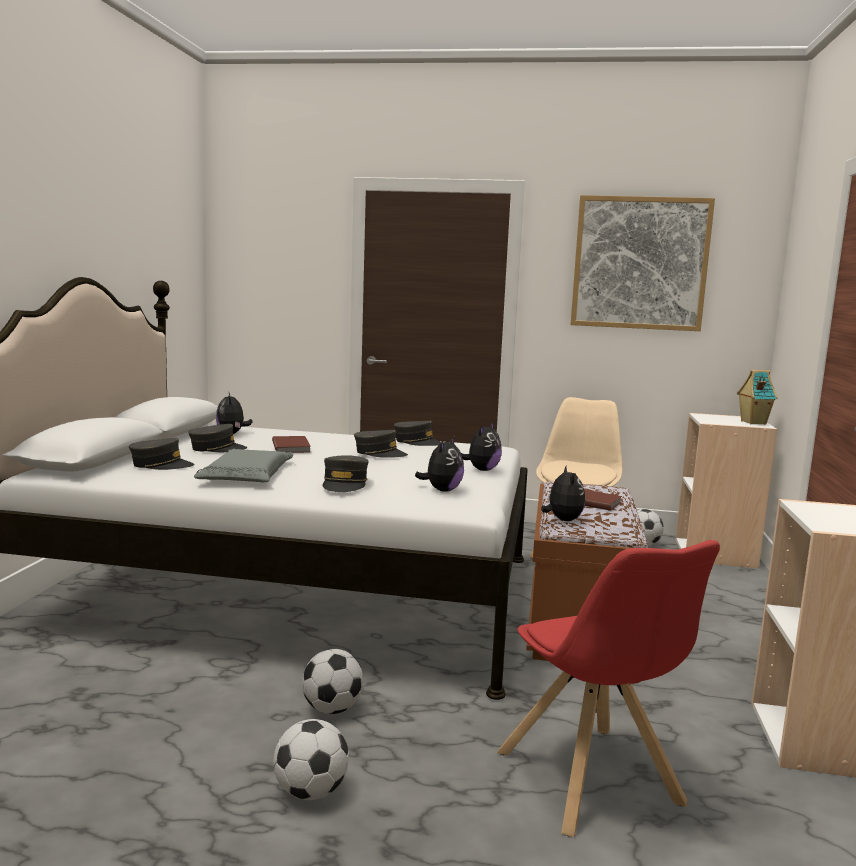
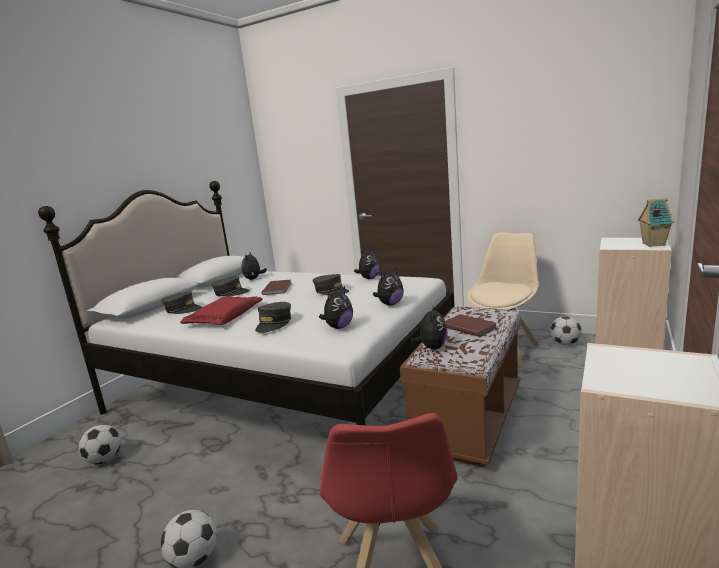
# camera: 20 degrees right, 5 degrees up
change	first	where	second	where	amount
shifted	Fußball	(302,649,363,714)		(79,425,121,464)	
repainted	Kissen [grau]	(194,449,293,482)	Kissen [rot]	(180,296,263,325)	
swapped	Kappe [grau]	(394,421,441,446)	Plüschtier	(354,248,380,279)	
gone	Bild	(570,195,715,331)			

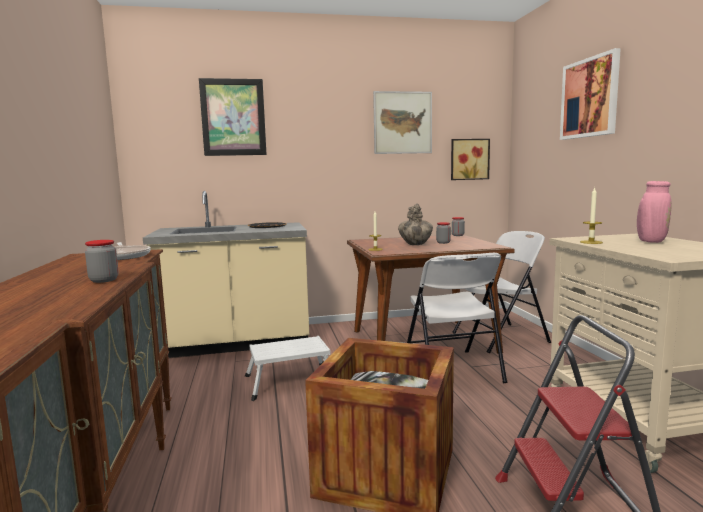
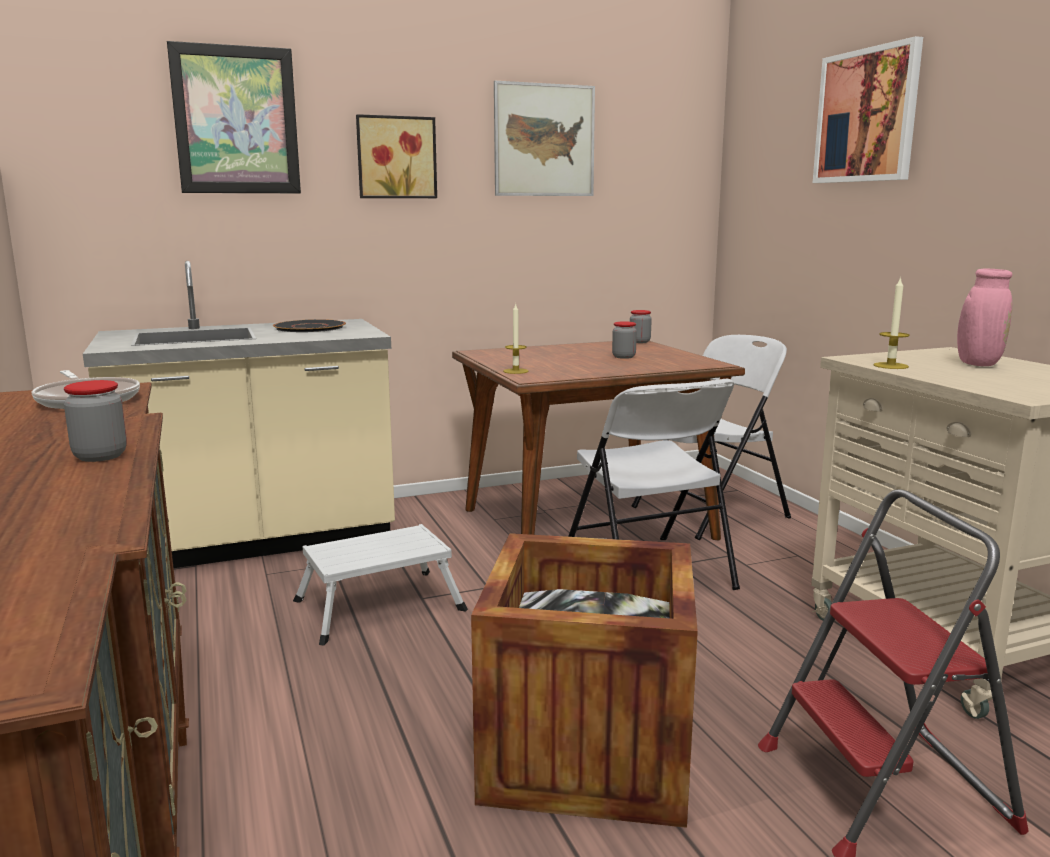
# camera: 10 degrees left, 5 degrees up
change	first	where	second	where	amount
shifted	Bild	(451,139,490,180)		(356,114,437,198)	
gone	Vase	(398,203,433,245)			

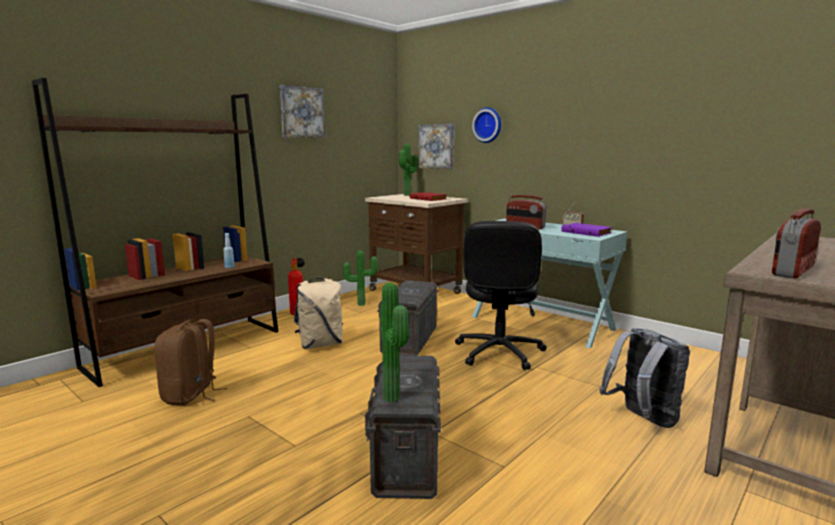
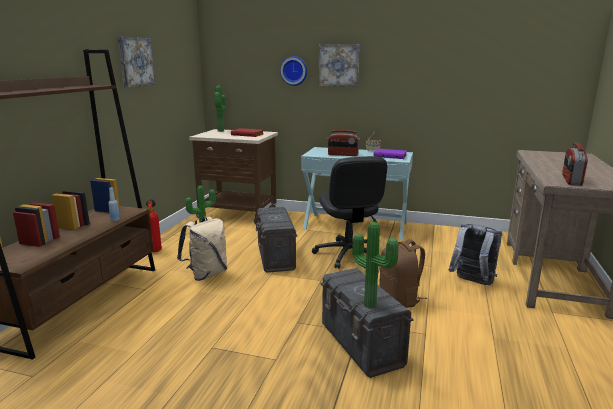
# camera: 25 degrees left, 5 degrees up
change	first	where	second	where	amount
shifted	Bild	(418,124,454,169)		(319,44,359,87)	
shifted	Rucksack [braun]	(154,319,227,406)		(379,239,427,308)	

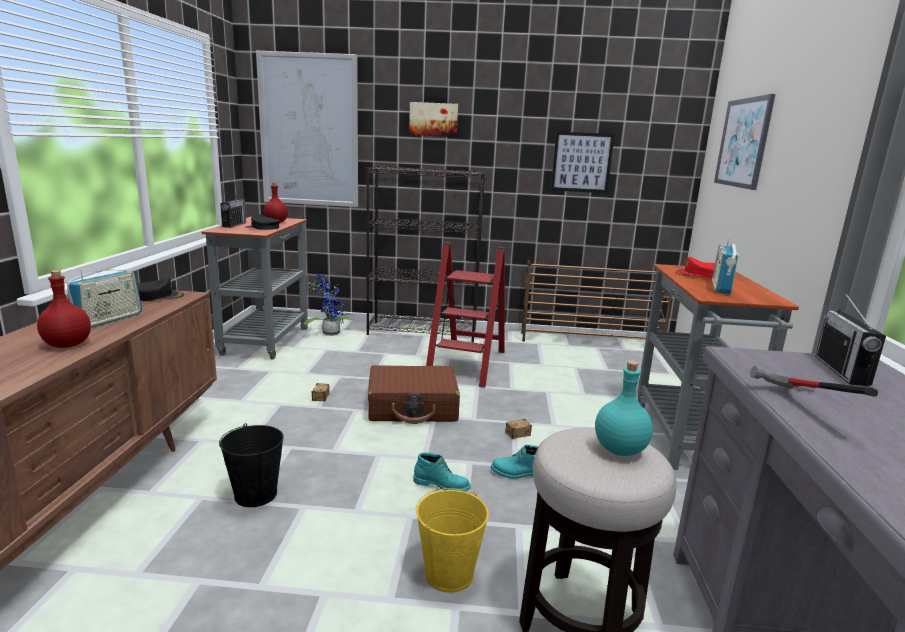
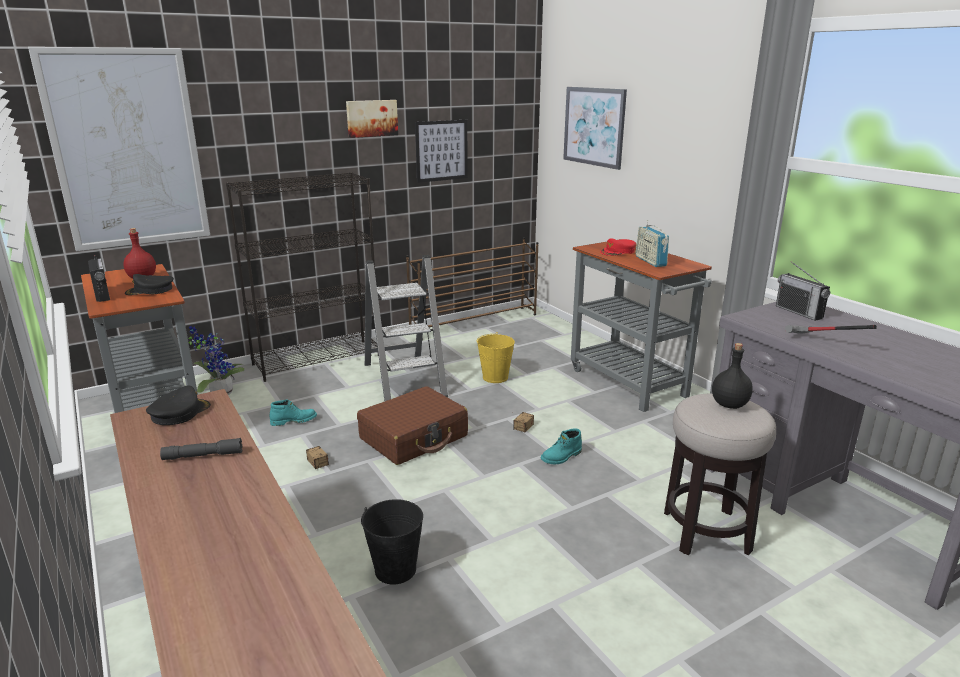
# camera: 35 degrees left, 5 degrees up
change	first	where	second	where	amount
swapped	Radio	(67,270,142,328)	Taschenlampe [grau]	(160,438,242,460)	
shifted	Stiefel [türkis]	(413,452,471,492)		(270,400,317,426)	
shifted	Bild	(409,102,458,137)		(346,100,398,138)	
repainted	Trittleiter [rot]	(426,241,505,388)	Trittleiter [grau]	(364,255,448,402)	
shifted	Eimer [gelb]	(416,488,489,593)		(477,332,515,383)	
repainted	Flasche [türkis]	(595,361,653,456)	Flasche [schwarz]	(712,343,753,409)	
gone	Flasche [rot]	(37,270,91,348)			

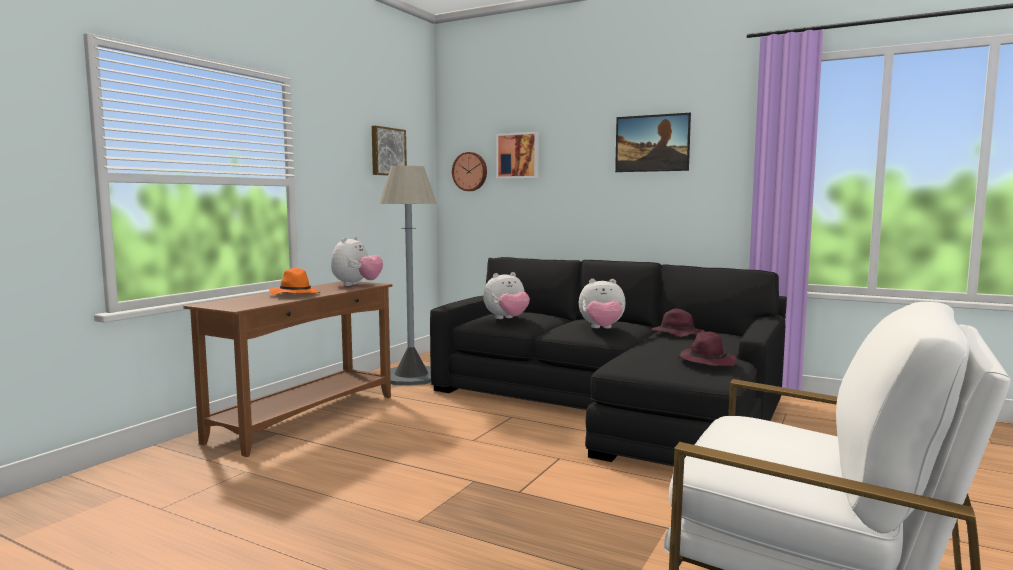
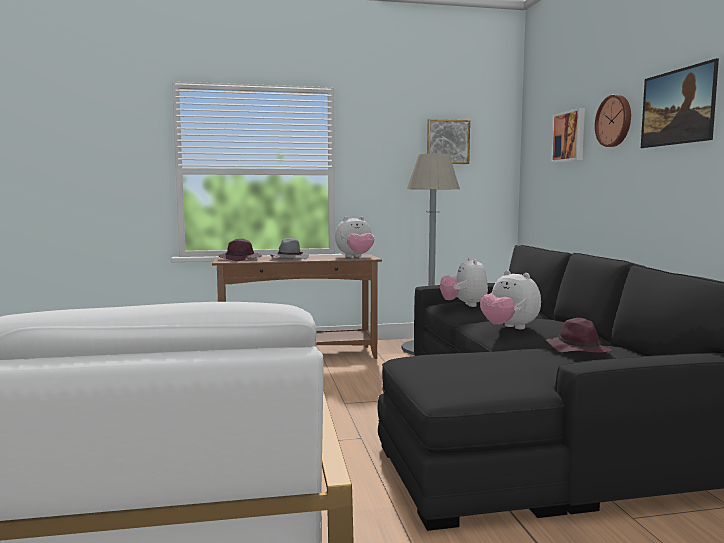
# camera: 50 degrees right, 0 degrees up
change	first	where	second	where	amount
shifted	Hut [lila]	(679,332,737,366)		(218,239,262,261)	
repainted	Hut [orange]	(269,268,320,295)	Hut [grau]	(270,238,309,259)	
rotated	Plüschtier	(483,272,530,319)		(440,258,488,307)	60 degrees clockwise
shifted	Wanduhr	(452,152,487,191)		(595,95,631,147)	

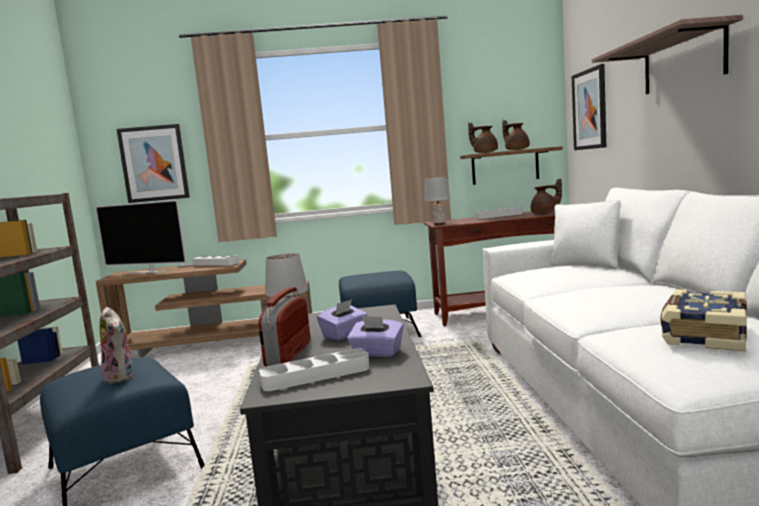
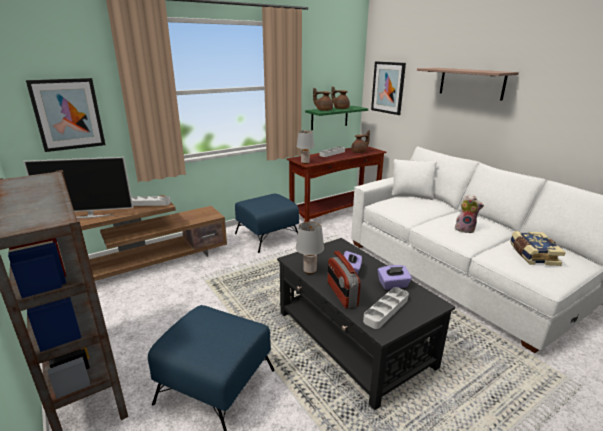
# camera: 30 degrees left, 15 degrees up
change	first	where	second	where	amount
repainted	Wandregal [braun]	(460,146,563,185)	Wandregal [grün]	(305,106,368,130)	
shifted	Plüschtier	(100,307,133,384)		(455,195,484,233)	

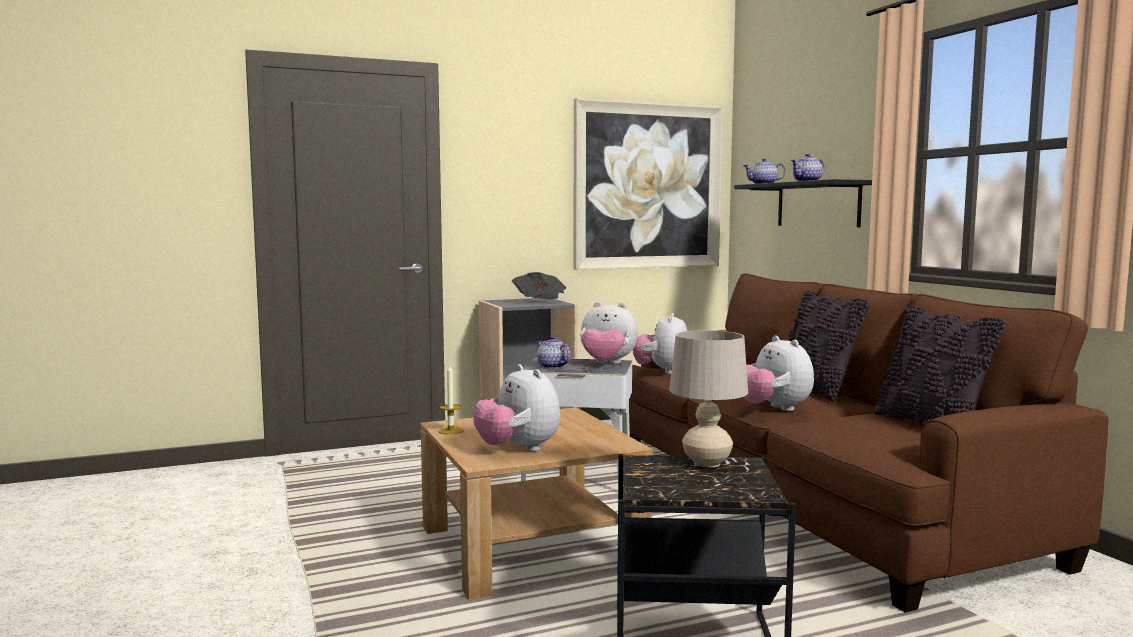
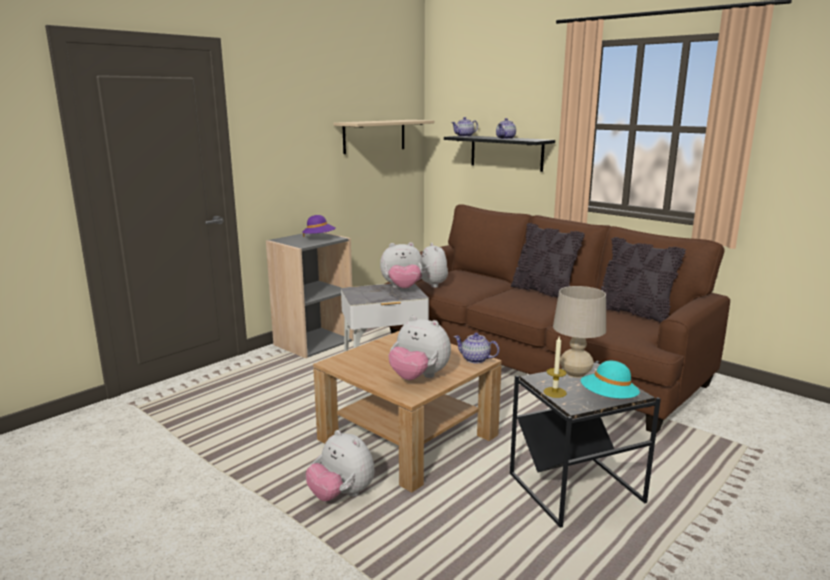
# camera: 25 degrees left, 10 degrees up
change	first	where	second	where	amount
swapped	Zeitung	(512,272,566,300)	Hut [lila]	(302,215,336,237)	
shifted	Plüschtier	(744,336,814,411)		(306,430,375,501)	
swapped	Bild	(574,98,723,270)	Wandregal [beige]	(334,120,434,154)	
shifted	Teekanne	(536,336,571,369)		(454,333,499,363)	
shifted	Kerze	(438,365,464,435)		(544,337,567,398)	
new			Hut [türkis]	(581,361,640,398)	

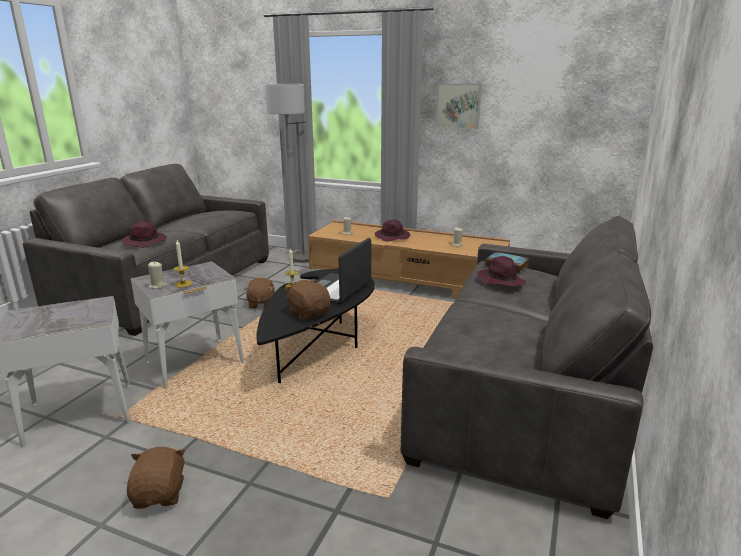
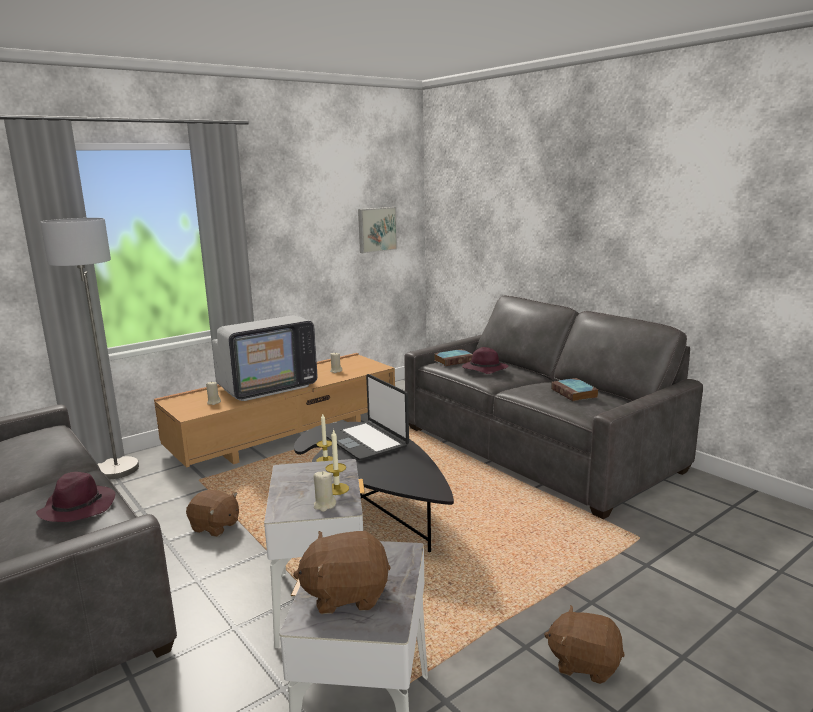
# camera: 60 degrees left, 5 degrees down
change	first	where	second	where	amount
swapped	Hut [lila]	(375,220,410,242)	Fernseher	(212,315,317,401)	
shifted	Plüschtier [braun]	(284,280,331,321)		(293,531,391,614)	
shifted	Bild	(436,83,482,129)		(358,207,397,253)	
new			Buch	(551,378,599,401)	

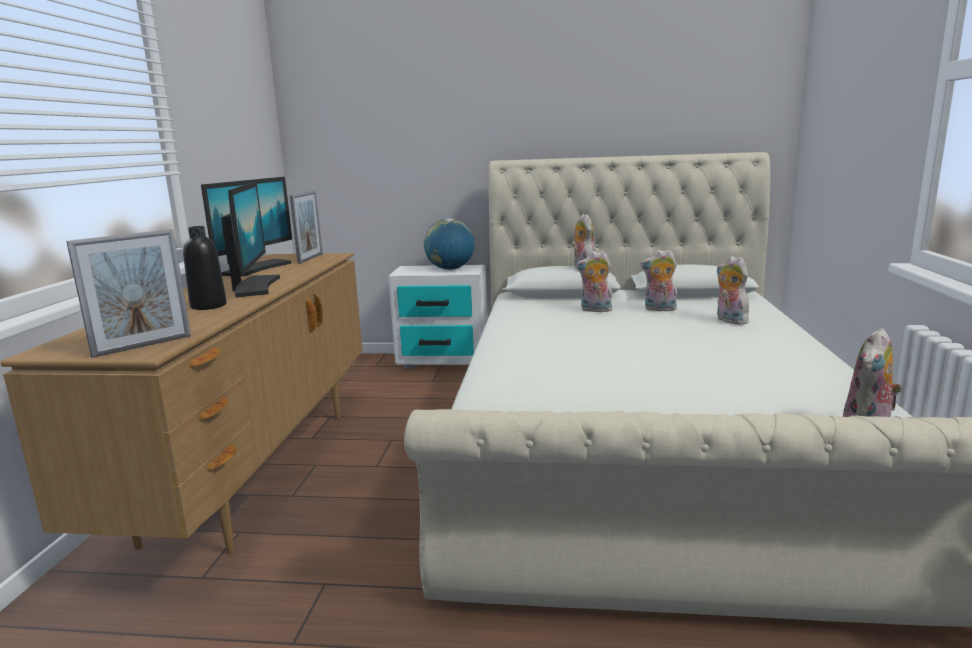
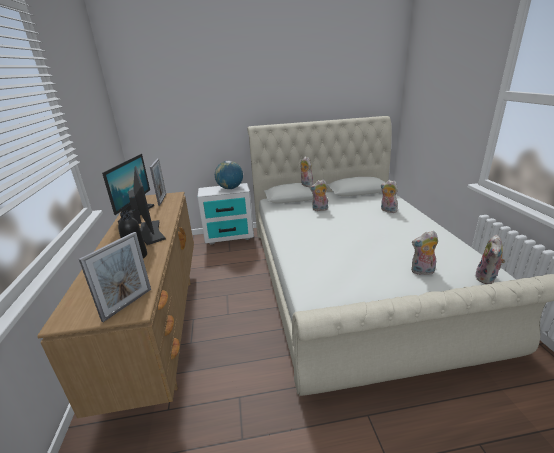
# camera: 15 degrees left, 10 degrees up
change	first	where	second	where	amount
shifted	Plüschtier	(641,249,677,311)		(411,231,438,275)	

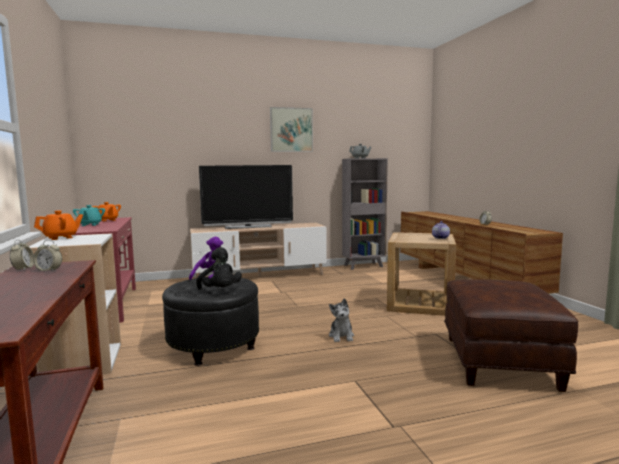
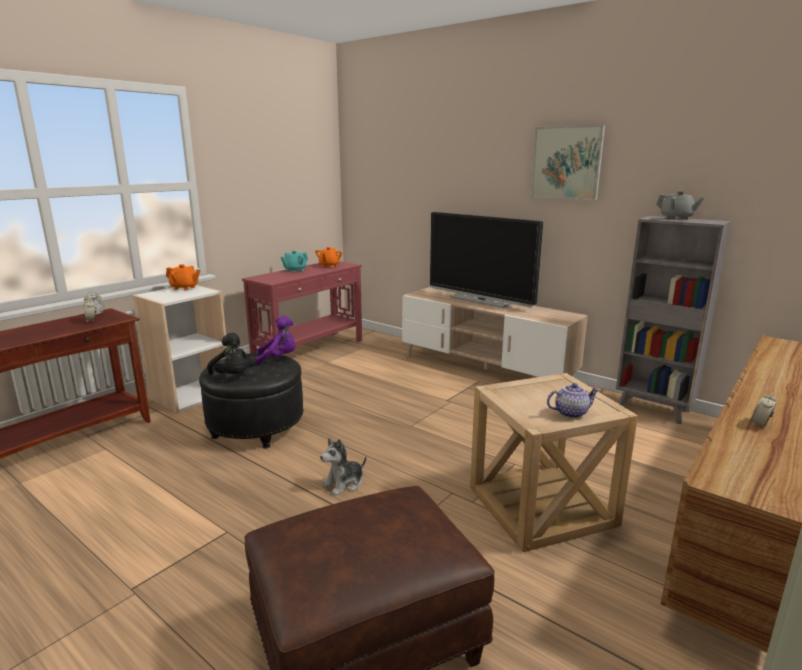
# camera: 55 degrees right, 10 degrees up
change	first	where	second	where	amount
rotated	Plüschtier [schwarz]	(196,247,242,290)		(207,333,256,375)	60 degrees counterclockwise

